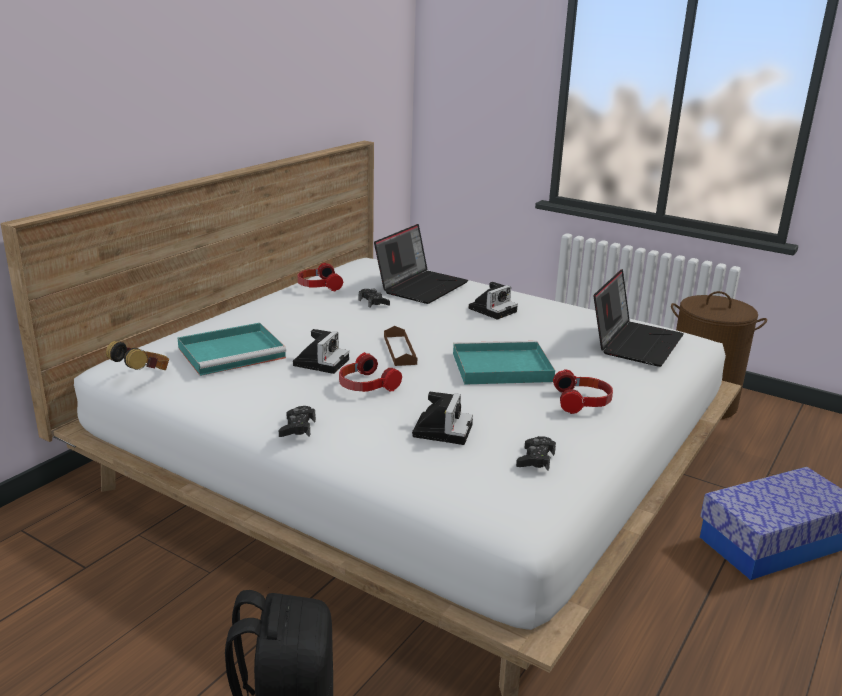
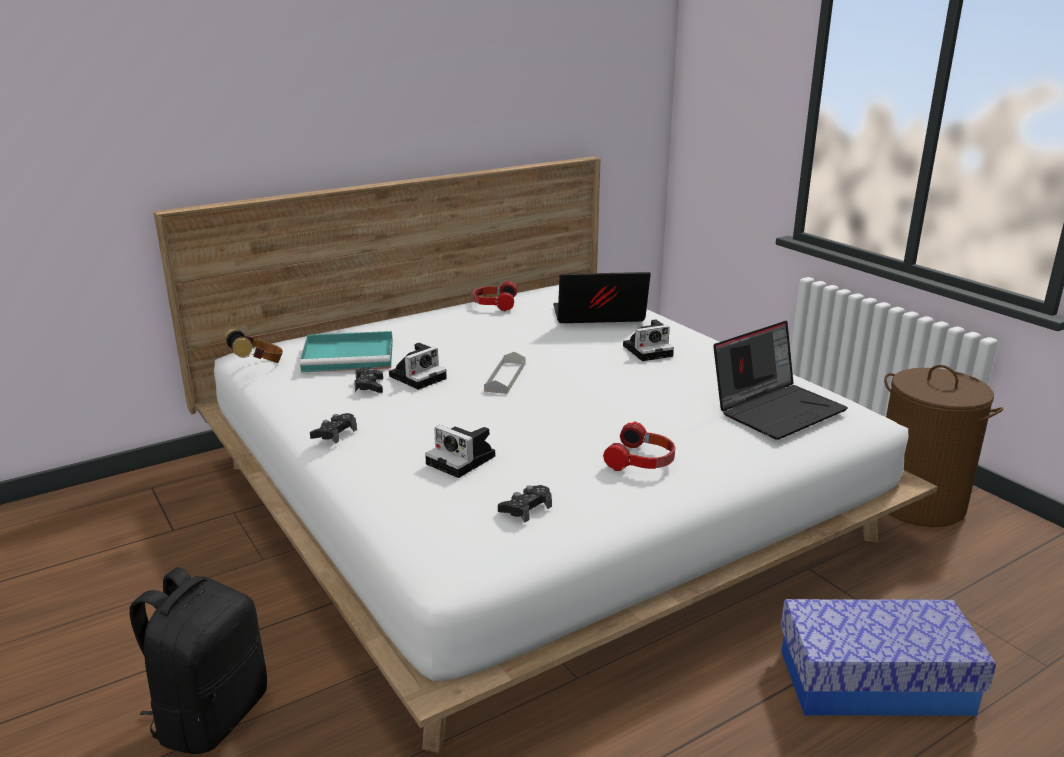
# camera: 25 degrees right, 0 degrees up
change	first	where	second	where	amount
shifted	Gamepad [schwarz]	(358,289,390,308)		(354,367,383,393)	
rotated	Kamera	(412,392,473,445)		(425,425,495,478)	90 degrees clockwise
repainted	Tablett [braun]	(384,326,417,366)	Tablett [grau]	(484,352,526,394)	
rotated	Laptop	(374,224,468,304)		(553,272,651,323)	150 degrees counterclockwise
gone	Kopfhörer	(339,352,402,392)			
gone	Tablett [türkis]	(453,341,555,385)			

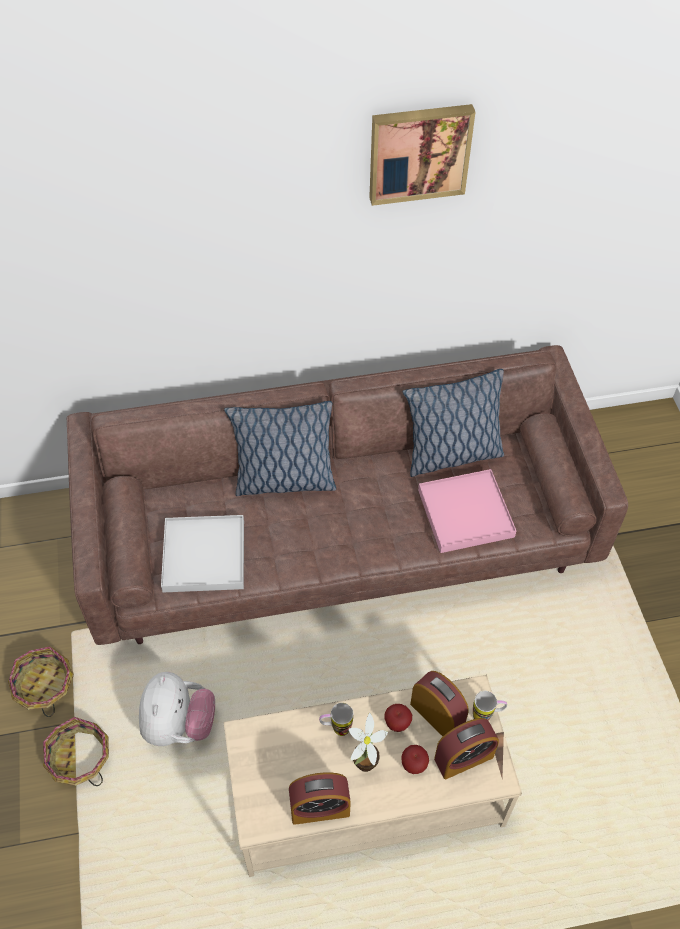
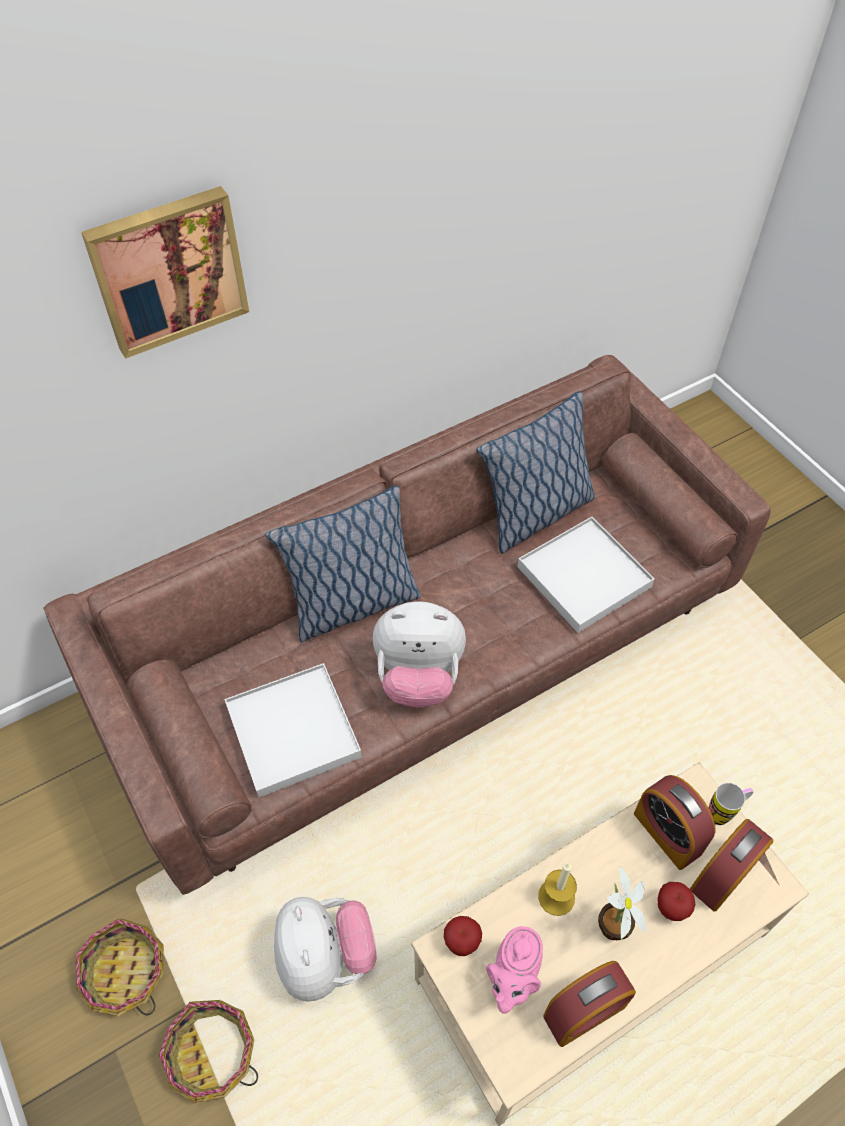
# camera: 20 degrees left, 0 degrees up
change	first	where	second	where	amount
shifted	Bild	(369,104,475,206)		(81,186,249,359)	
new			Plüschtier	(373,601,466,707)	
shifted	Apfel	(384,704,412,732)		(444,916,482,956)	
new			Teekanne [rosa]	(486,926,543,1014)	
repainted	Tablett [rosa]	(418,469,516,553)	Tablett [weiß]	(518,517,654,633)	
swapped	Henkelbecher	(319,703,353,736)	Kerze	(538,863,577,916)	
rotated	Wecker	(410,671,469,736)		(634,775,716,870)	150 degrees counterclockwise

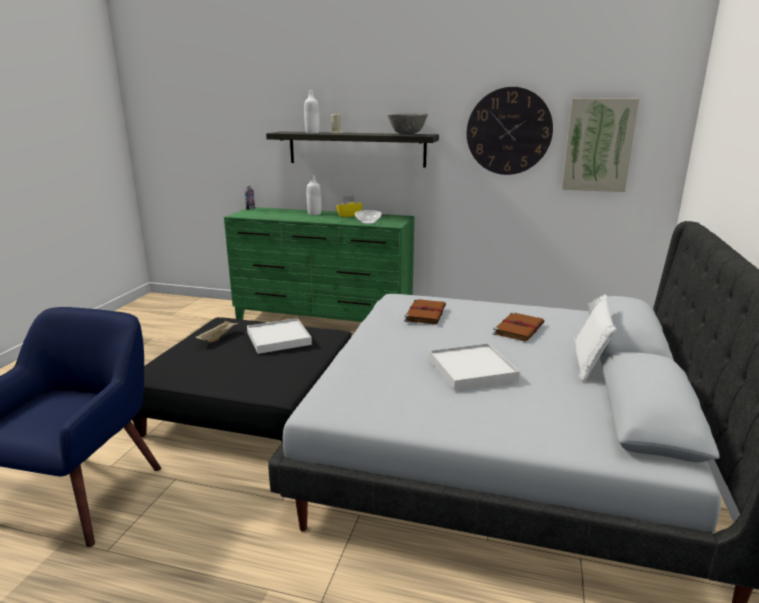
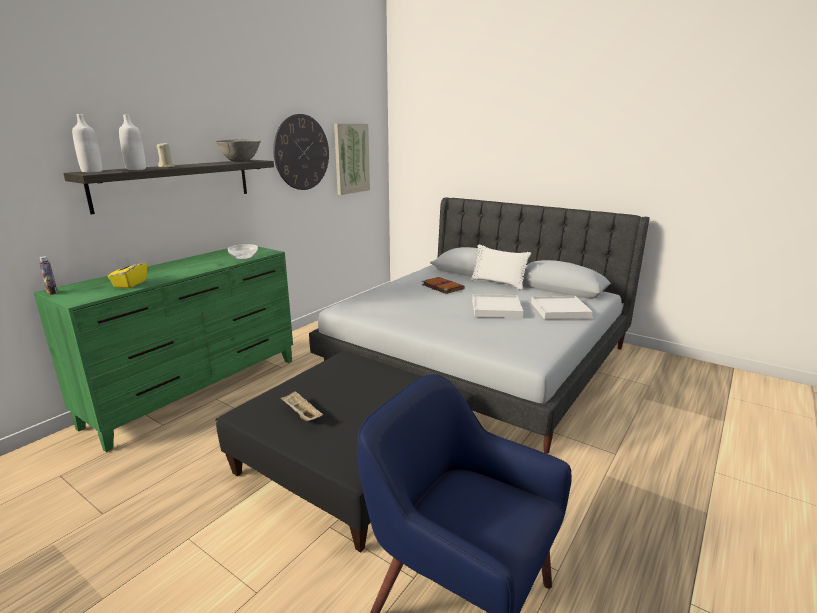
# camera: 70 degrees left, 0 degrees up
change	first	where	second	where	amount
shifted	Flasche [weiß]	(307,175,321,215)		(72,114,102,172)	
shifted	Taschentuchbox [gelb]	(336,196,363,217)		(108,257,147,288)	
shifted	Tablett [weiß]	(247,318,312,354)		(531,296,593,319)	
gone	Buch [braun]	(404,299,446,325)			

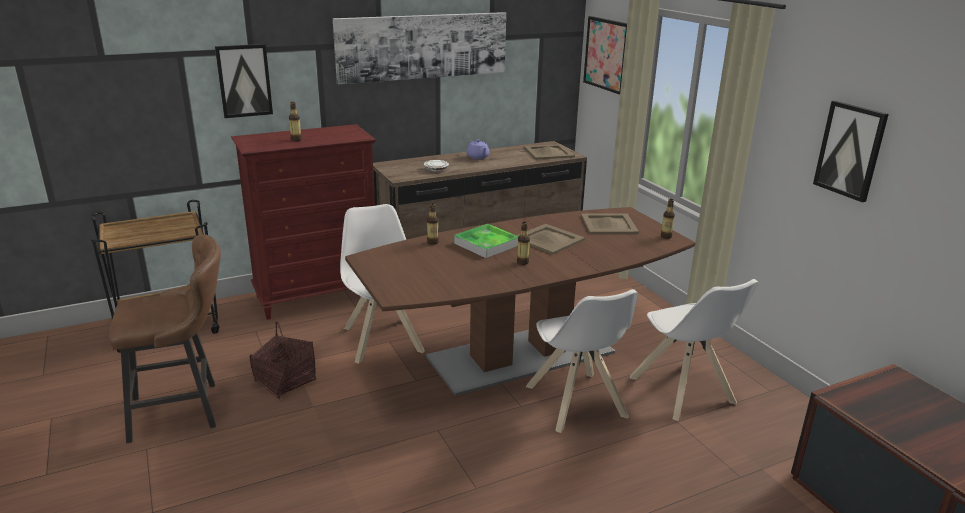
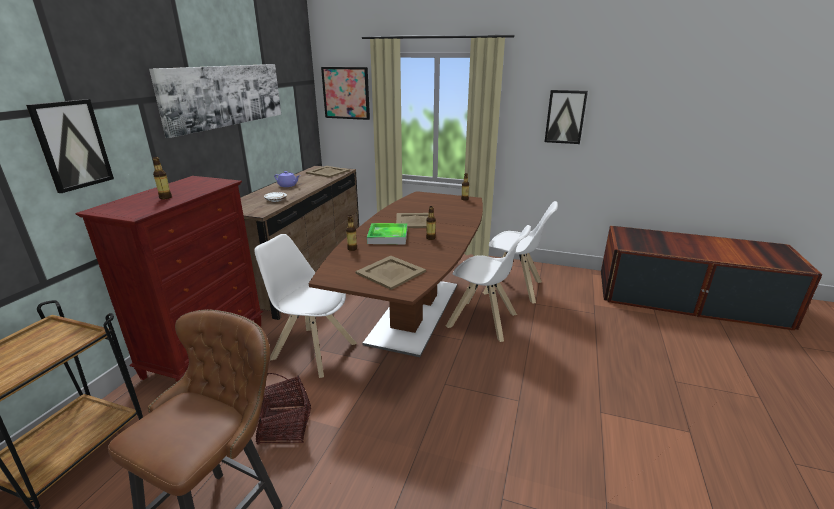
# camera: 45 degrees left, 0 degrees up
change	first	where	second	where	amount
shifted	Tablett [beige]	(581,213,639,234)		(355,256,426,290)	

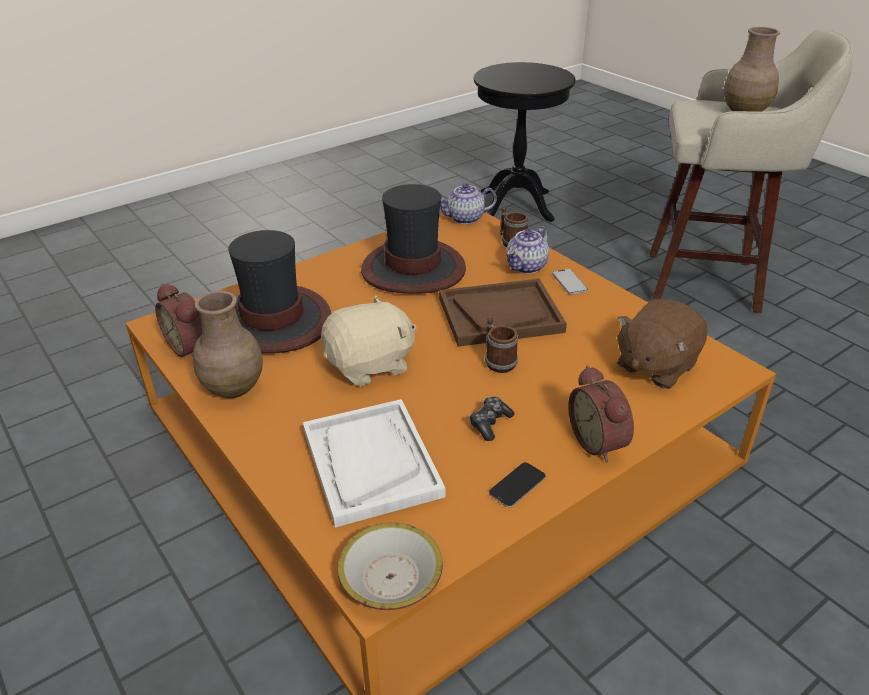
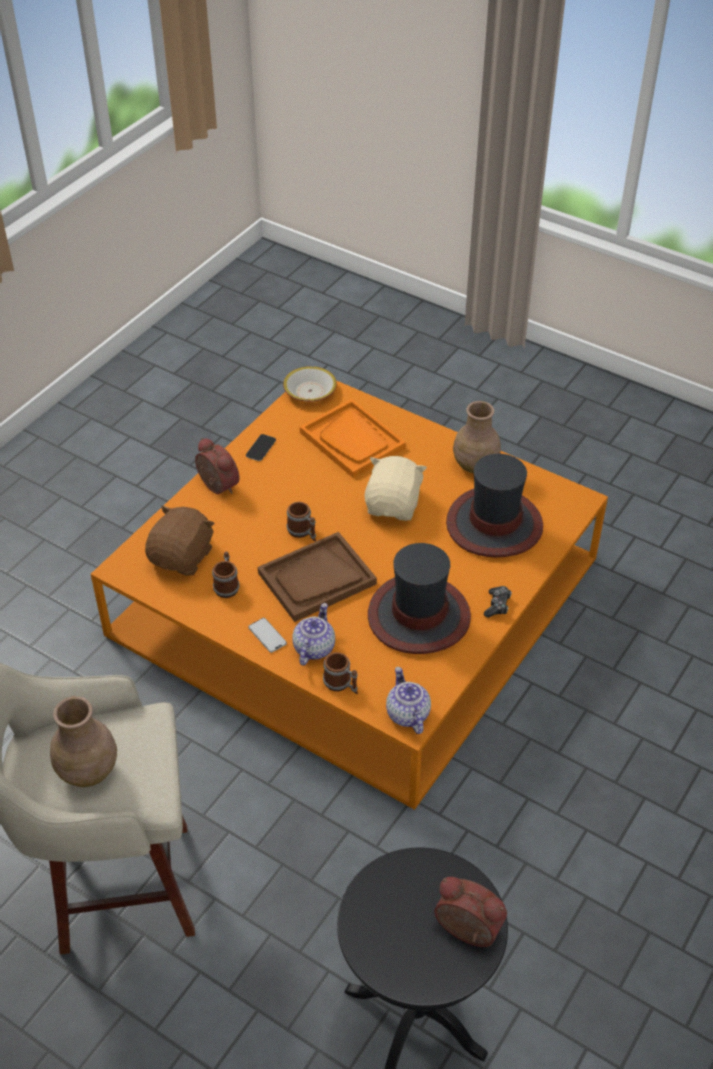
# camera: 160 degrees right, 10 degrees up
change	first	where	second	where	amount
new			Henkelbecher	(212,551,240,598)	
repainted	Tablett [weiß]	(303,399,445,527)	Tablett [orange]	(300,399,406,478)	
rotated	Plüschtier [beige]	(321,295,416,386)		(364,456,427,521)	150 degrees clockwise
rotated	Teekanne	(440,183,497,224)		(386,667,431,734)	75 degrees counterclockwise
shifted	Wecker	(155,283,202,357)		(434,877,507,947)	
shifted	Gamepad	(469,397,515,441)		(484,586,512,618)	

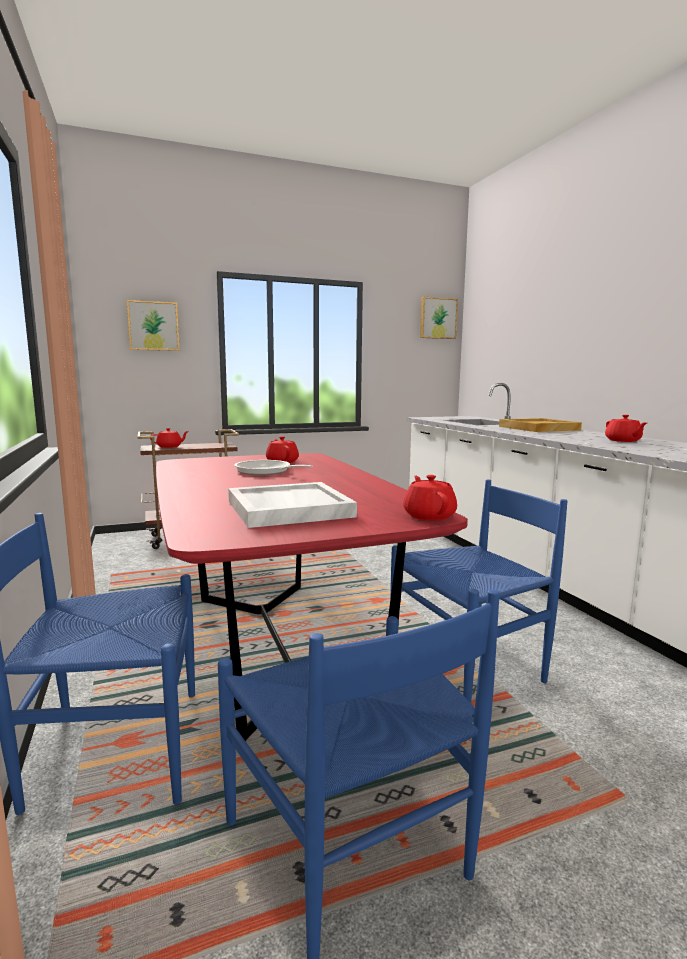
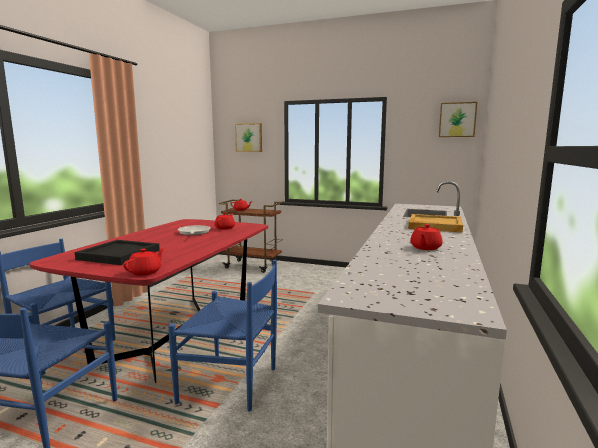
# camera: 40 degrees right, 0 degrees up
change	first	where	second	where	amount
repainted	Tablett [weiß]	(228,482,357,528)	Tablett [schwarz]	(75,240,160,265)	

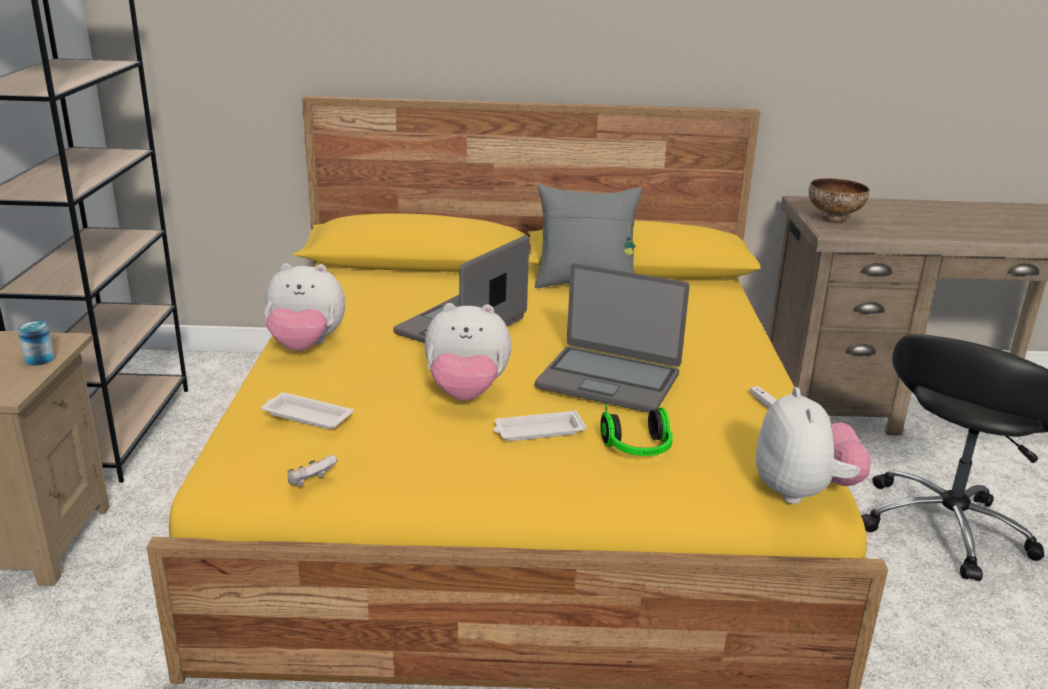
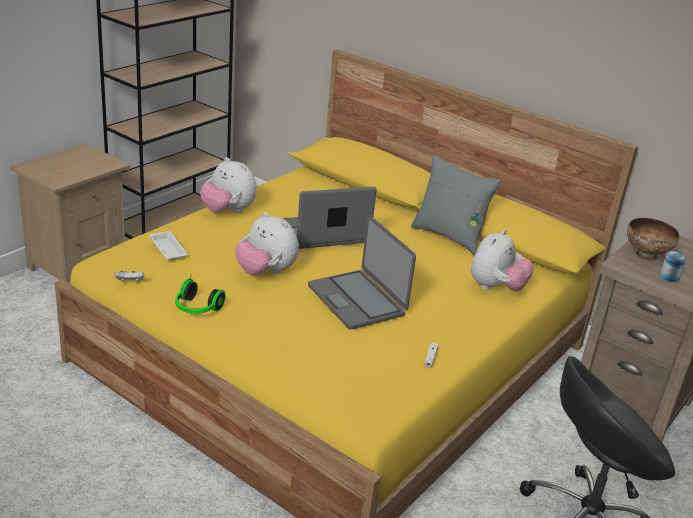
# camera: 35 degrees right, 5 degrees up
change	first	where	second	where	amount
shifted	Kopfhörer	(600,403,673,456)		(175,275,226,314)	
shifted	Plüschtier	(756,387,870,504)		(471,229,534,291)	
shifted	Dose	(17,321,55,366)		(660,251,686,282)	
gone	Tablett [weiß]	(493,410,587,441)			

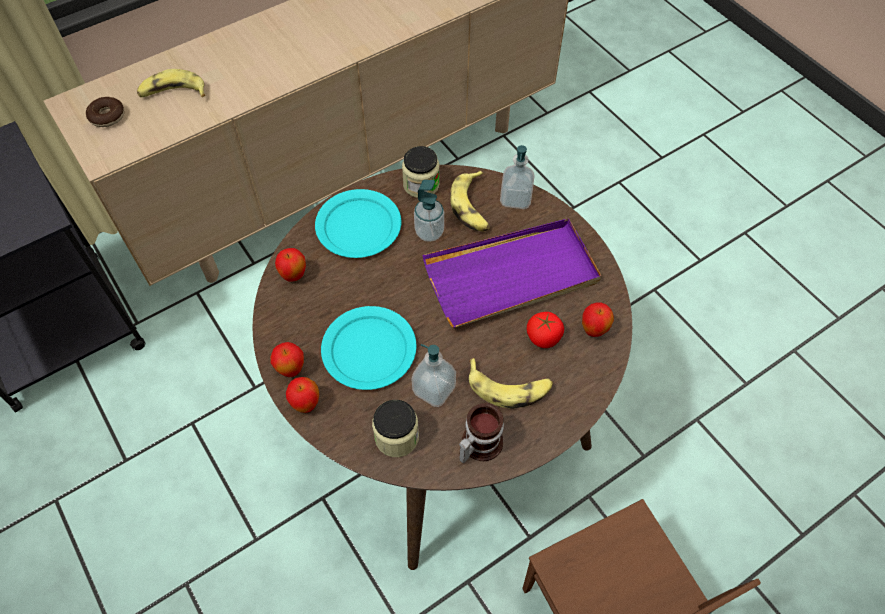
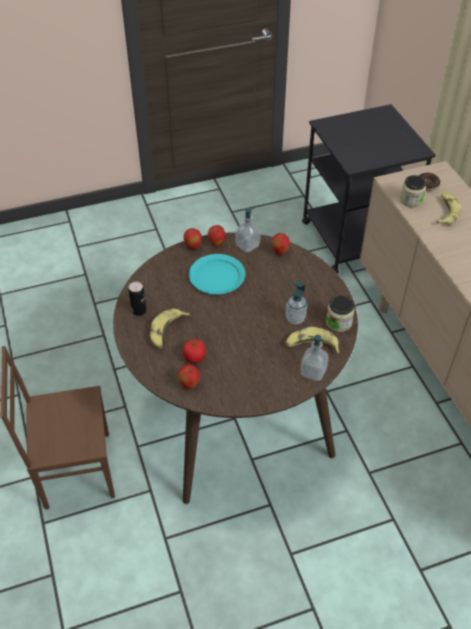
# camera: 105 degrees right, 10 degrees down
change	first	where	second	where	amount
swapped	Henkelbecher	(459,403,504,463)	Dose	(128,281,147,315)	
shifted	Seifenspender	(411,344,456,407)		(236,208,260,252)	
shifted	Vorratsglas	(372,400,419,457)		(400,175,426,207)	
gone	Teller [türkis]	(315,189,401,258)			
gone	Tablett [lila]	(422,218,601,328)			

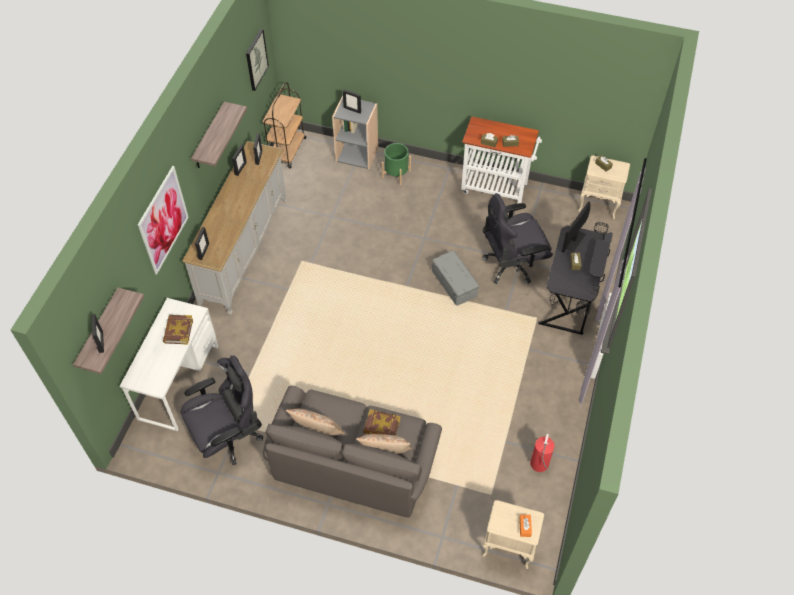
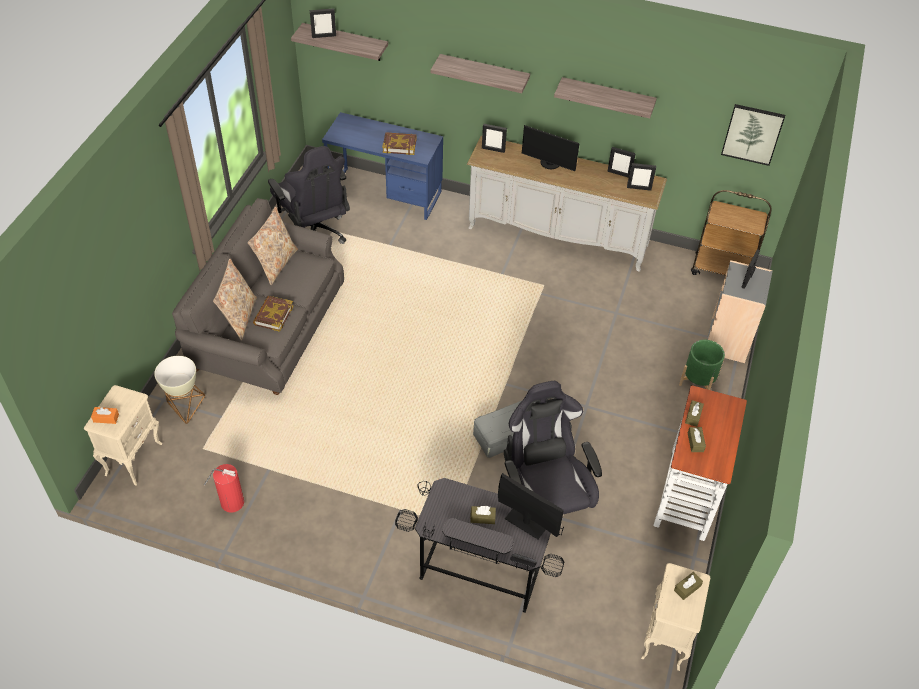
# camera: 90 degrees right, 5 degrees down
change	first	where	second	where	amount
new			Pflanzkübel	(154,356,205,424)	
repainted	Schreibtisch [weiß]	(120,298,218,431)	Schreibtisch [blau]	(322,112,443,220)	
swapped	Bild	(138,166,189,275)	Wandregal	(431,54,530,93)	
new			Monitor	(522,125,579,171)	

